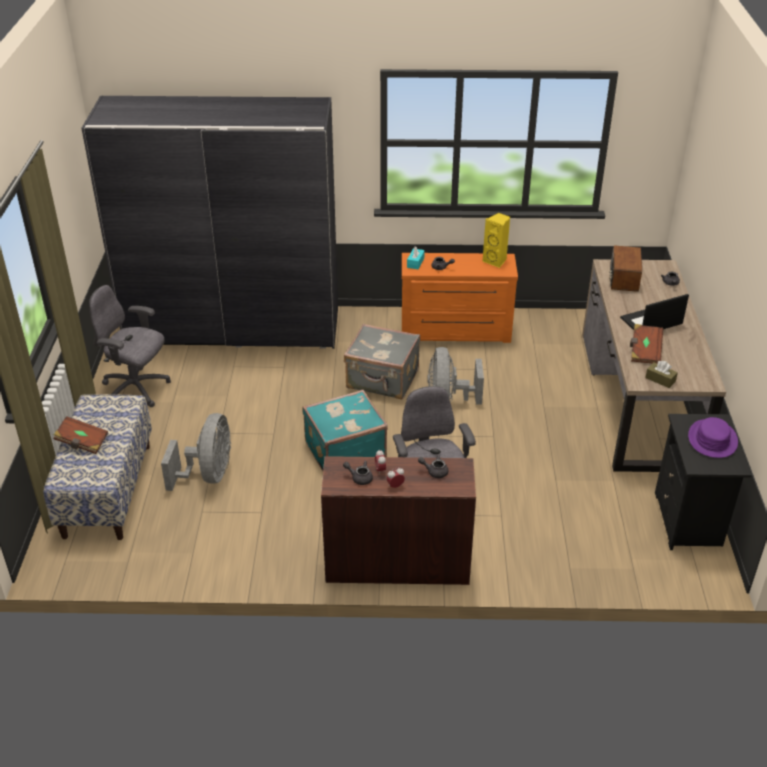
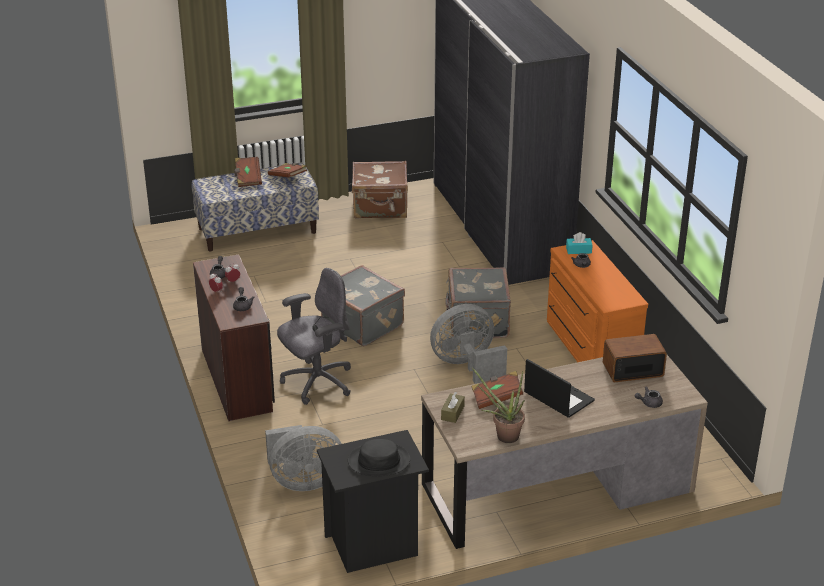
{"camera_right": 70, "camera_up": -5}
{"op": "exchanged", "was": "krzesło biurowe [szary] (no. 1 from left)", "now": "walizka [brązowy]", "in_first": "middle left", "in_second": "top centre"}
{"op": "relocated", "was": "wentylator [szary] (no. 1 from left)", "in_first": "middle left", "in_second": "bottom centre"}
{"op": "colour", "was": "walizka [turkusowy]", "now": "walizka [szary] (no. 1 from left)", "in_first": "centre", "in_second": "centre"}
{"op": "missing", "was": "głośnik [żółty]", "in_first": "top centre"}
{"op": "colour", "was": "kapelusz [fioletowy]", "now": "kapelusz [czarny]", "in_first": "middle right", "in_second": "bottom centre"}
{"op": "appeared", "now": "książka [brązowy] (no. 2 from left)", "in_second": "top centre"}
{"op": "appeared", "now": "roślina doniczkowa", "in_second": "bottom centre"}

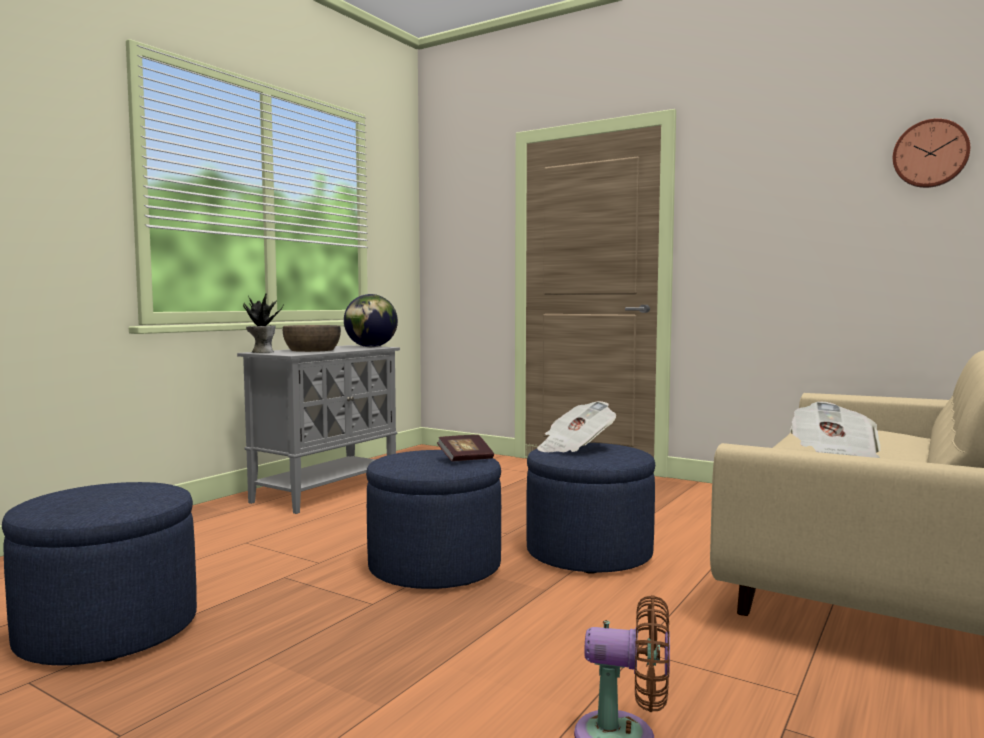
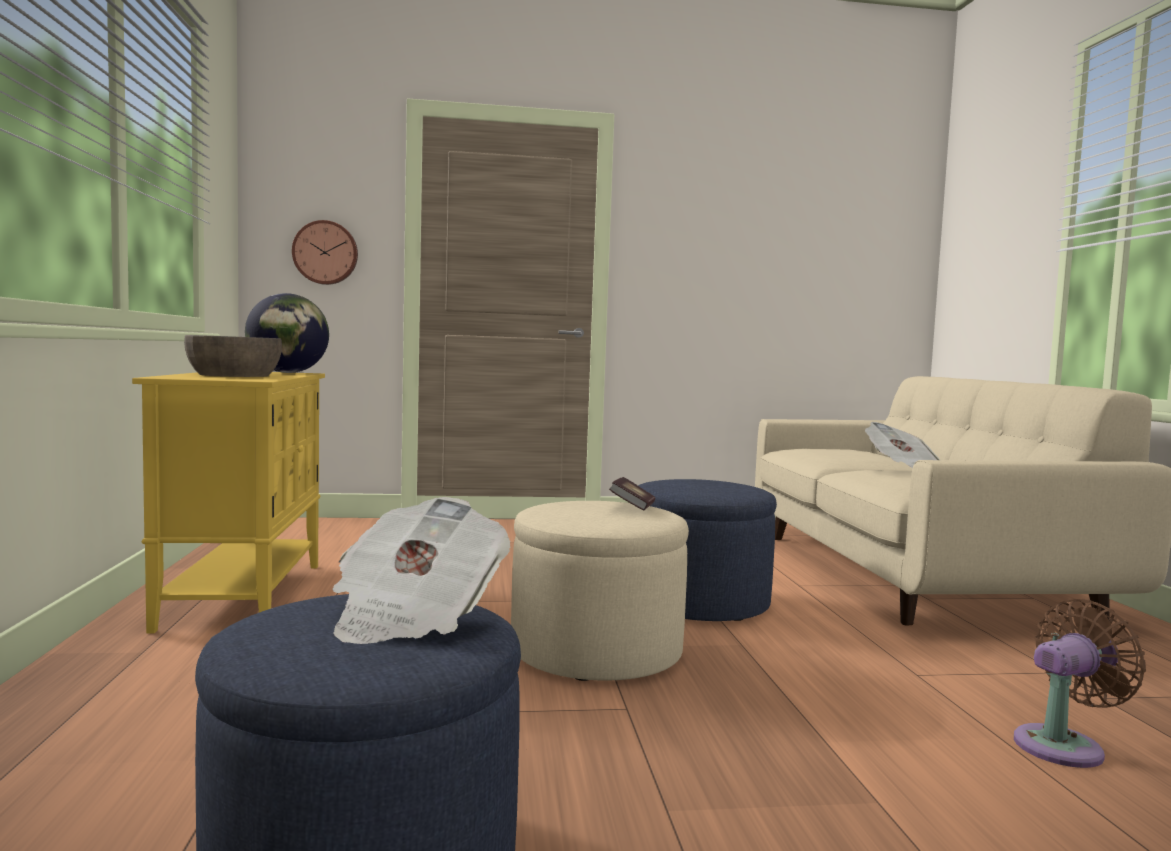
{"camera_right": -40, "camera_up": 0}
{"op": "colour", "was": "szafka [szary]", "now": "szafka [żółty]", "in_first": "middle left", "in_second": "middle left"}
{"op": "missing", "was": "roślina doniczkowa", "in_first": "middle left"}
{"op": "colour", "was": "pufa [niebieski] (no. 2 from left)", "now": "pufa [beżowy]", "in_first": "bottom centre", "in_second": "bottom centre"}
{"op": "relocated", "was": "gazeta (no. 1 from left)", "in_first": "centre", "in_second": "bottom centre"}
{"op": "relocated", "was": "zegar ścienny", "in_first": "top right", "in_second": "top left"}

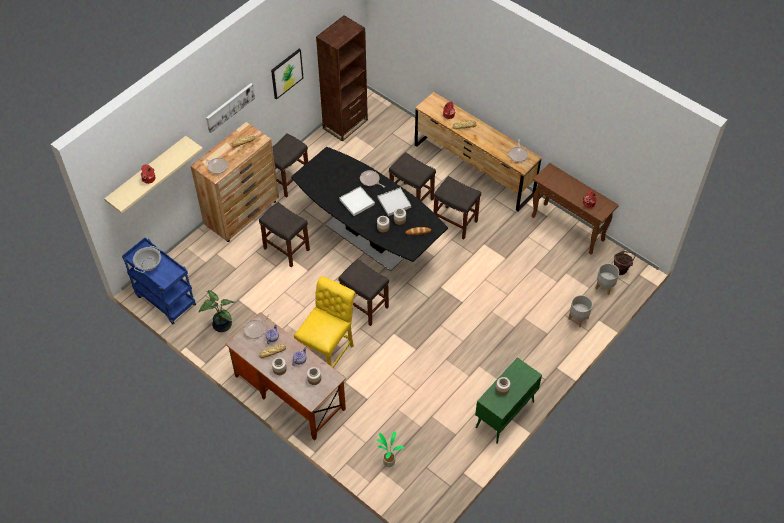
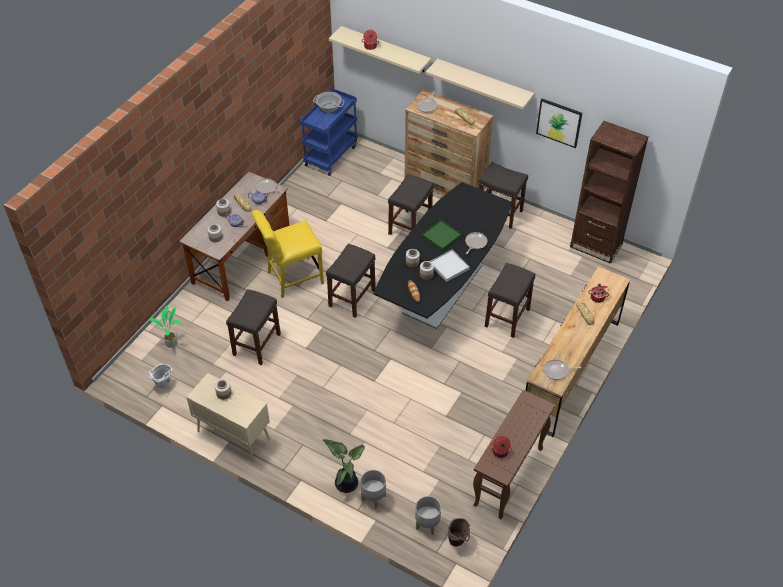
{"camera_right": 80, "camera_up": -5}
{"op": "relocated", "was": "roślina doniczkowa (no. 1 from left in the first image)", "now": "roślina doniczkowa (no. 2 from left)", "in_first": "middle left", "in_second": "bottom centre"}
{"op": "exchanged", "was": "obraz (no. 1 from left)", "now": "półka [beżowy] (no. 2 from left)", "in_first": "top left", "in_second": "top centre"}
{"op": "spun", "was": "krzesło [żółty]", "in_first": "centre", "in_second": "centre", "clockwise": 135}
{"op": "colour", "was": "taca [biały] (no. 1 from left)", "now": "taca [zielony]", "in_first": "centre", "in_second": "centre"}
{"op": "relocated", "was": "stołek [szary] (no. 5 from left in the first image)", "now": "stołek [szary] (no. 1 from left)", "in_first": "centre", "in_second": "middle left"}
{"op": "colour", "was": "szafka [zielony]", "now": "szafka [beżowy]", "in_first": "bottom centre", "in_second": "bottom left"}
{"op": "appeared", "now": "wiadro [biały]", "in_second": "middle left"}

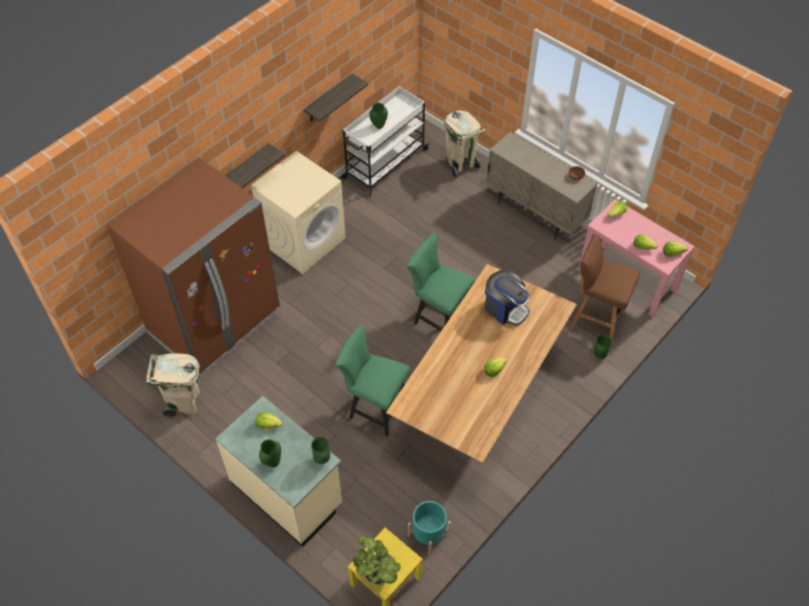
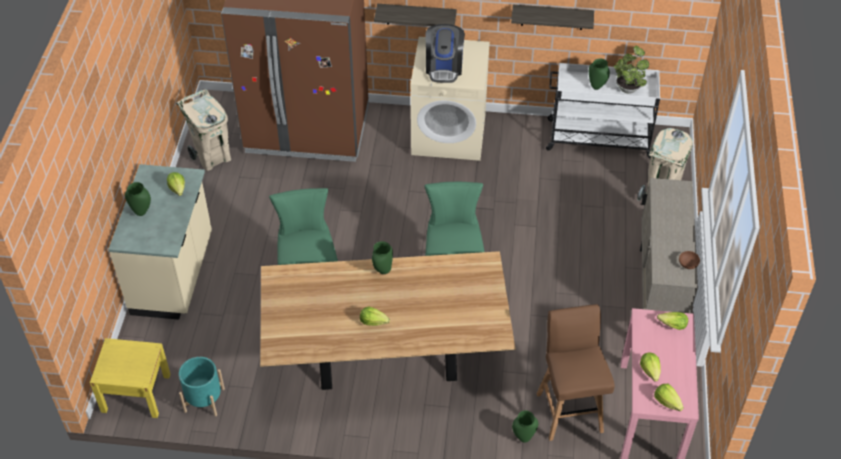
{"camera_right": 55, "camera_up": -5}
{"op": "relocated", "was": "wazon [zielony] (no. 2 from left)", "in_first": "bottom centre", "in_second": "centre"}
{"op": "relocated", "was": "roślina doniczkowa", "in_first": "bottom centre", "in_second": "top right"}
{"op": "relocated", "was": "ekspres do kawy", "in_first": "centre", "in_second": "top centre"}

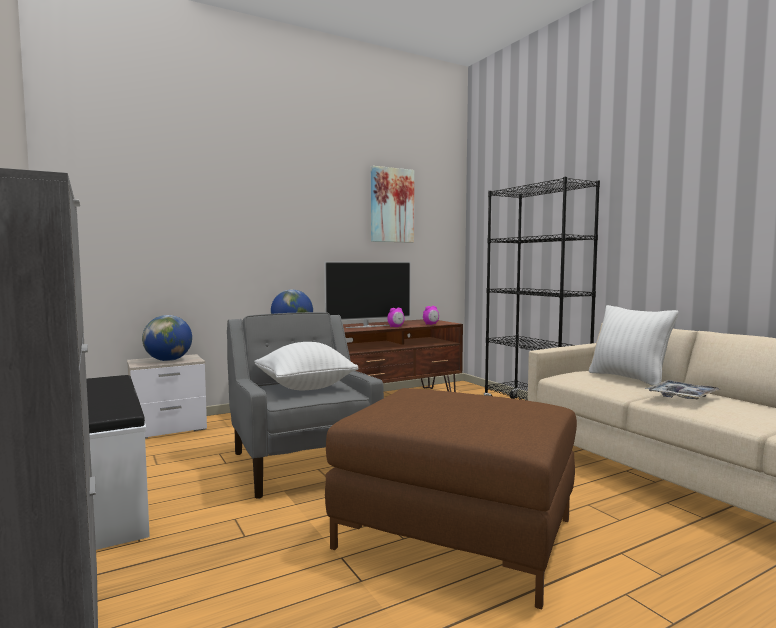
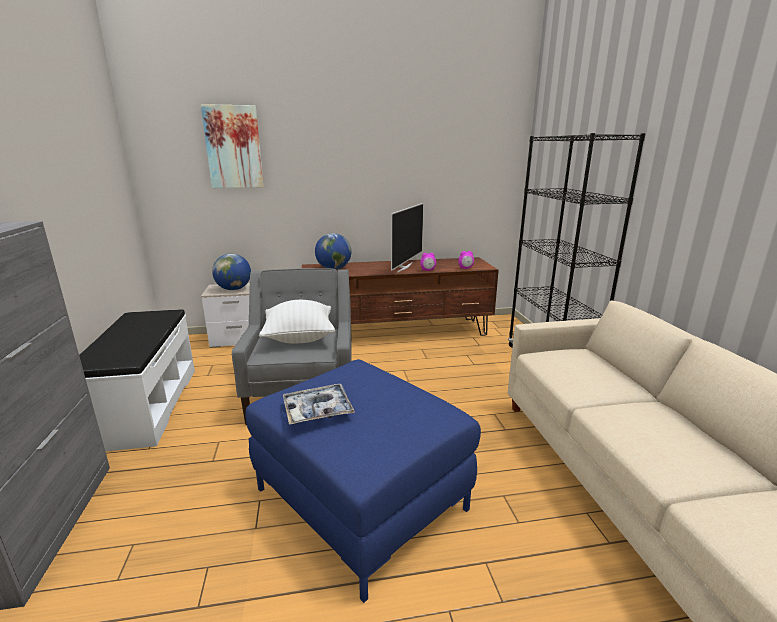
{"camera_right": 20, "camera_up": 15}
{"op": "spun", "was": "telewizor", "in_first": "centre", "in_second": "centre", "clockwise": -60}
{"op": "colour", "was": "pufa [brązowy]", "now": "pufa [niebieski]", "in_first": "bottom centre", "in_second": "bottom centre"}
{"op": "relocated", "was": "obraz", "in_first": "top centre", "in_second": "top left"}
{"op": "missing", "was": "poduszka [biały] (no. 2 from left)", "in_first": "middle right"}
{"op": "relocated", "was": "taca", "in_first": "middle right", "in_second": "centre"}

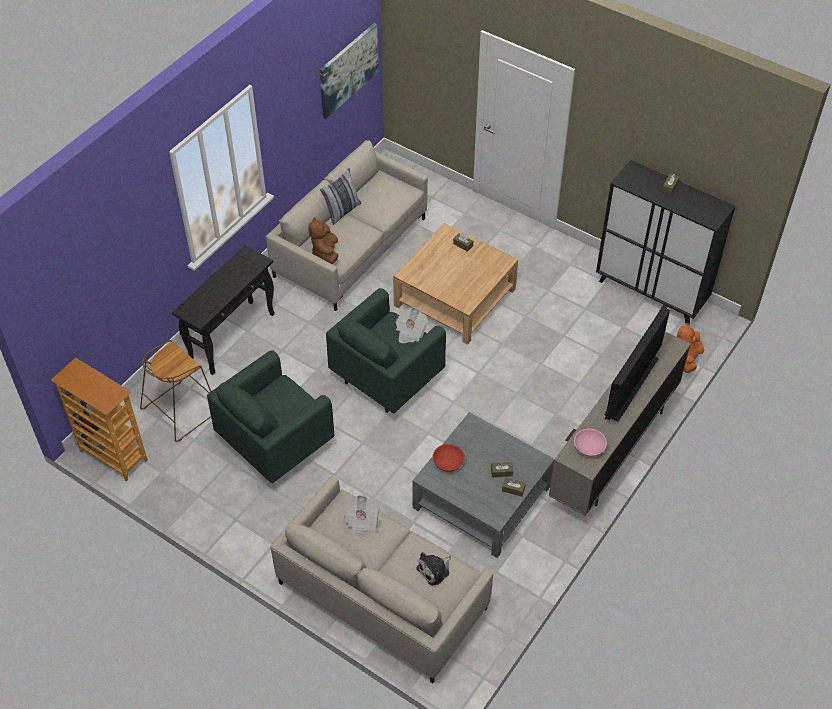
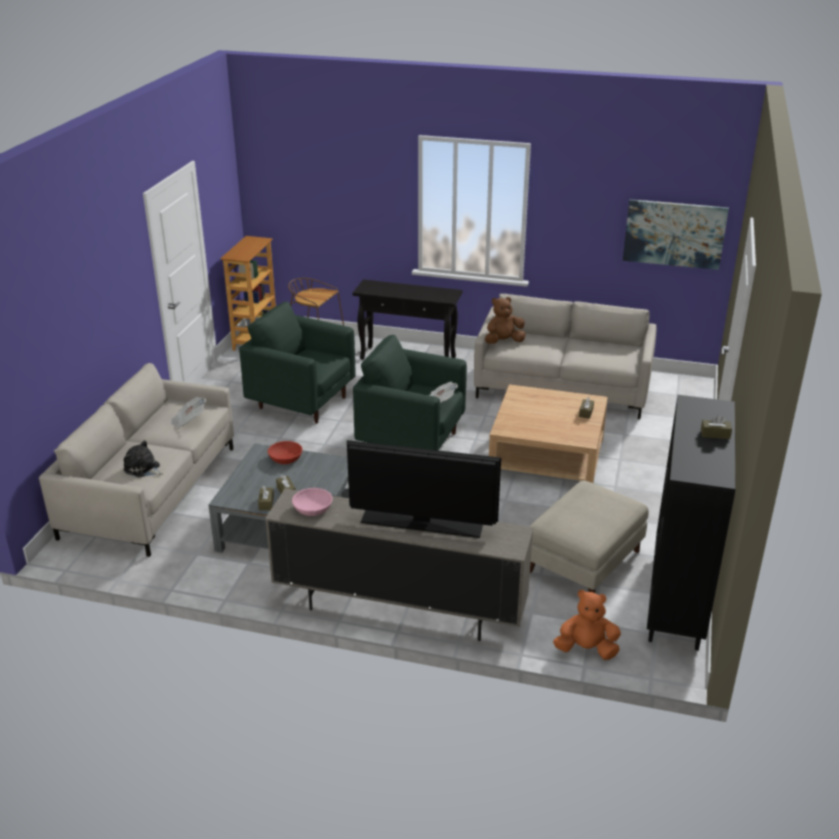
{"camera_right": 70, "camera_up": -20}
{"op": "missing", "was": "poduszka", "in_first": "top centre"}
{"op": "appeared", "now": "pufa [beżowy]", "in_second": "middle right"}

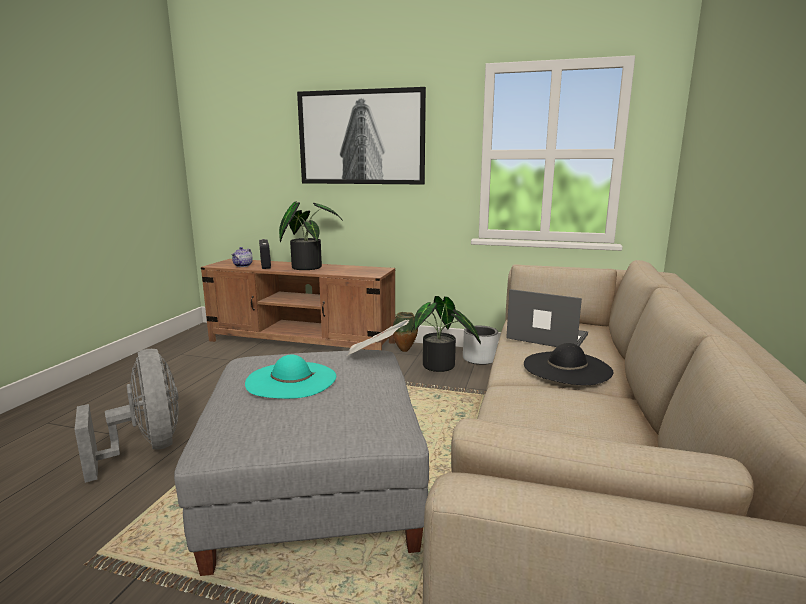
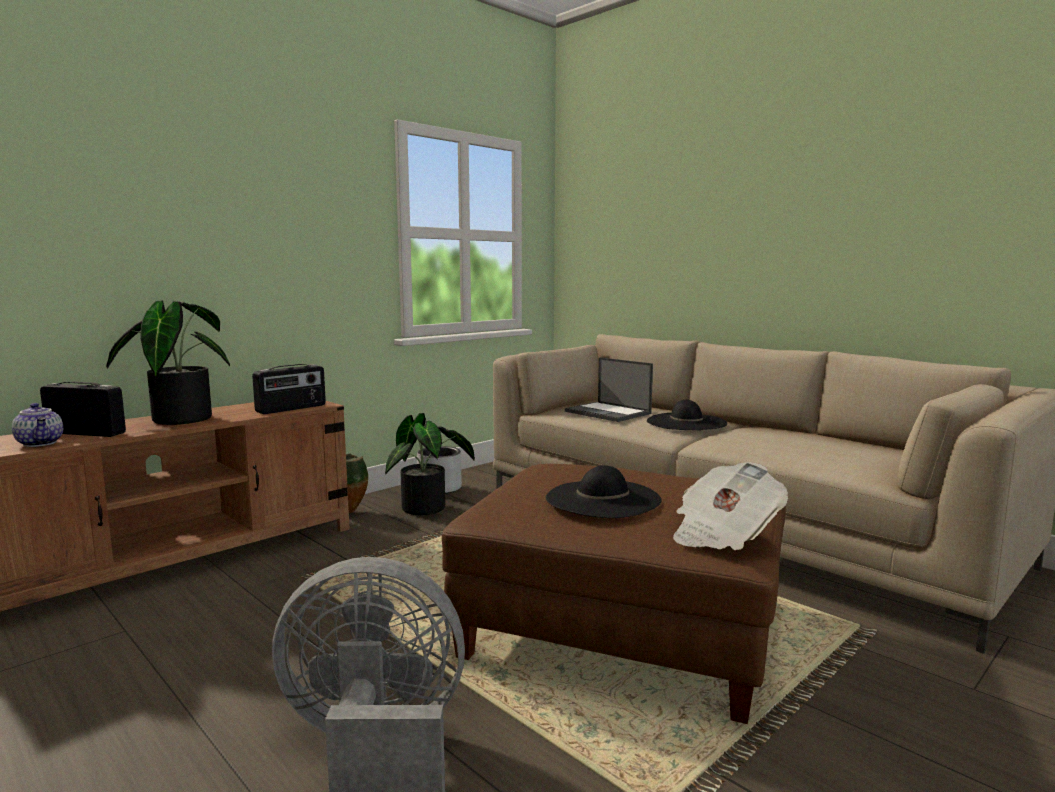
{"camera_right": -60, "camera_up": -5}
{"op": "colour", "was": "pufa [szary]", "now": "pufa [brązowy]", "in_first": "bottom centre", "in_second": "bottom centre"}
{"op": "colour", "was": "kapelusz [turkusowy]", "now": "kapelusz [czarny] (no. 1 from left)", "in_first": "centre", "in_second": "centre"}
{"op": "missing", "was": "obraz", "in_first": "top centre"}
{"op": "relocated", "was": "gazeta", "in_first": "centre", "in_second": "middle right"}
{"op": "spun", "was": "laptop", "in_first": "middle right", "in_second": "centre", "clockwise": -105}
{"op": "appeared", "now": "radio (no. 2 from left)", "in_second": "middle left"}

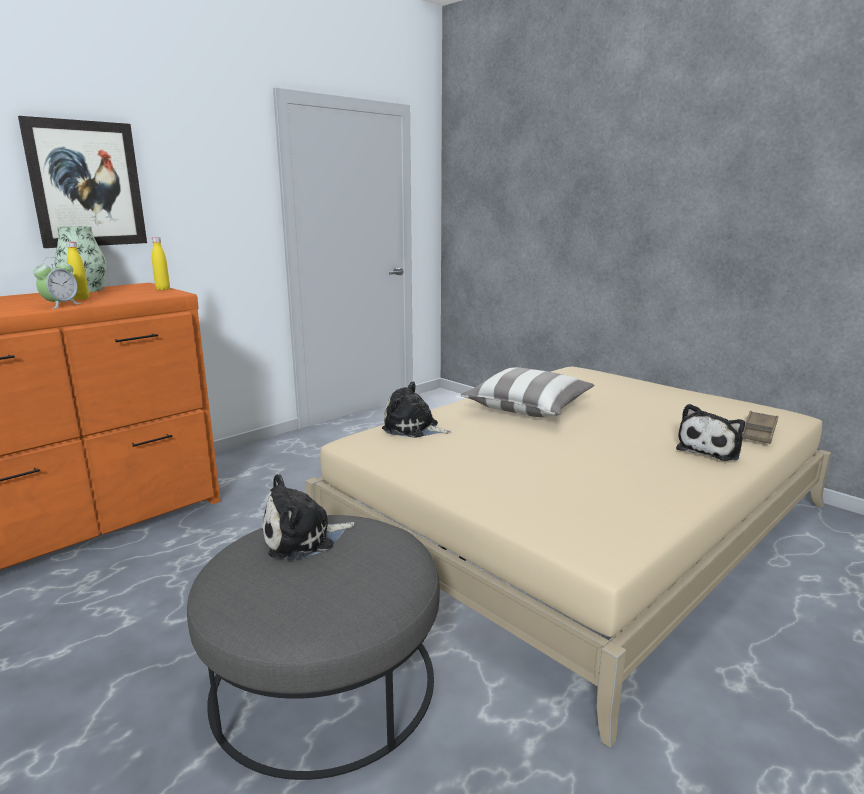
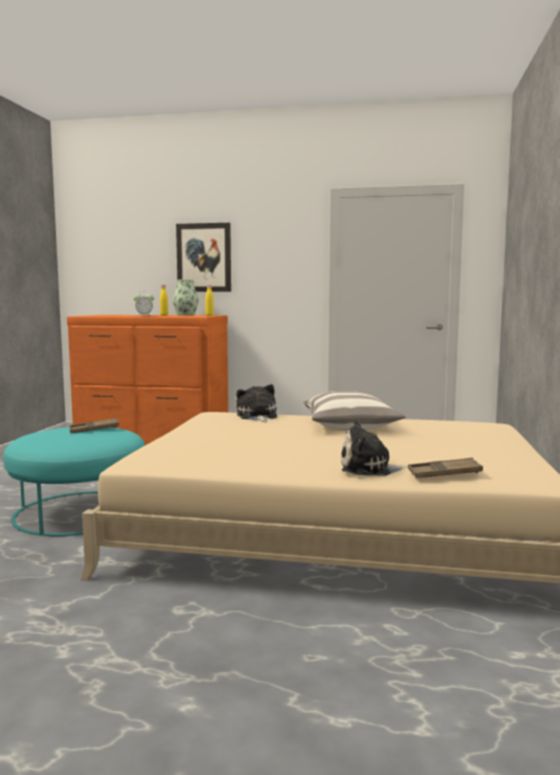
{"camera_right": 55, "camera_up": -10}
{"op": "colour", "was": "pufa [szary]", "now": "pufa [turkusowy]", "in_first": "bottom centre", "in_second": "middle left"}
{"op": "exchanged", "was": "pluszak (no. 1 from left)", "now": "taca [brązowy] (no. 1 from left)", "in_first": "centre", "in_second": "middle left"}

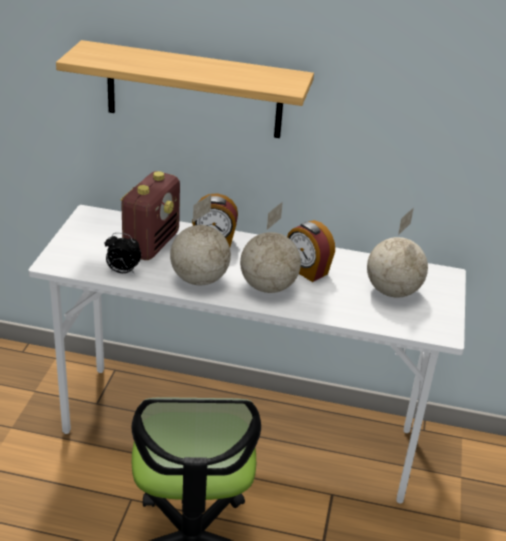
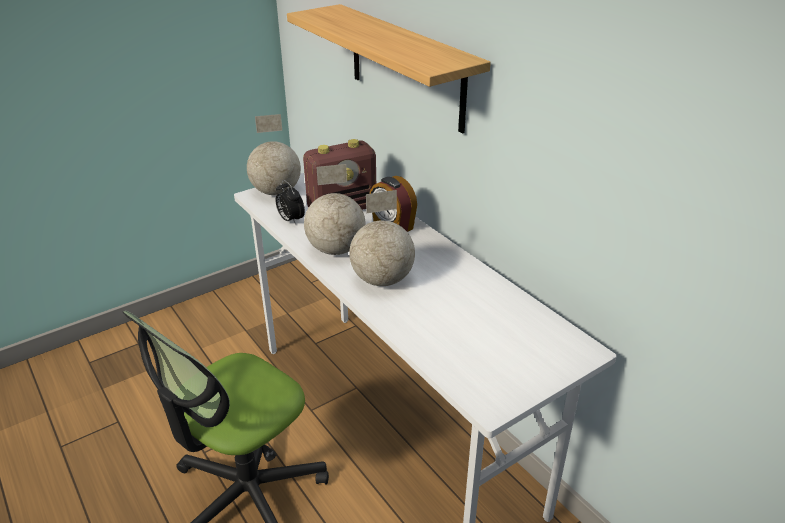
{"camera_right": 45, "camera_up": 0}
{"op": "missing", "was": "budzik (no. 3 from left)", "in_first": "centre"}
{"op": "relocated", "was": "globus (no. 3 from left in the first image)", "now": "globus (no. 1 from left)", "in_first": "middle right", "in_second": "top centre"}

